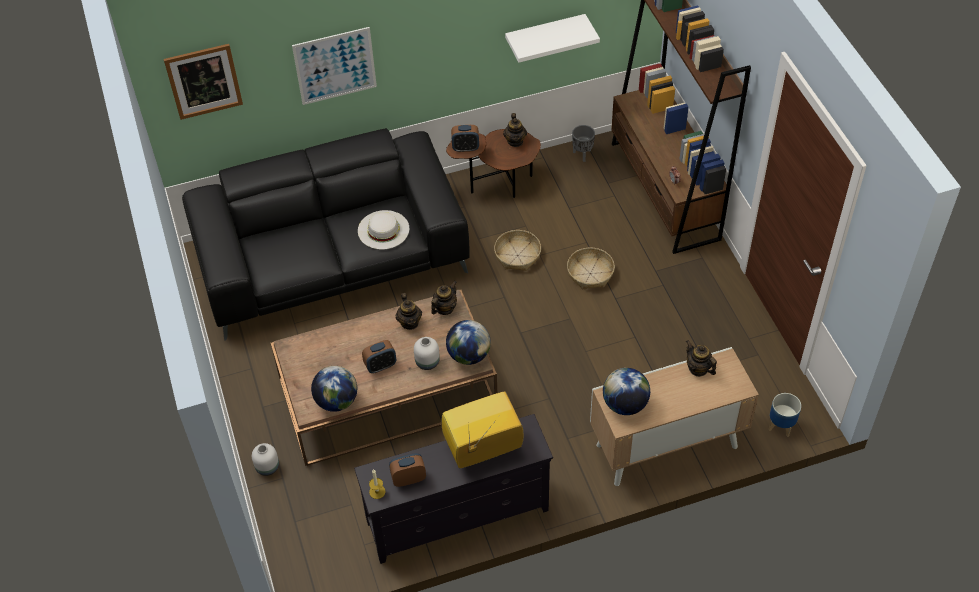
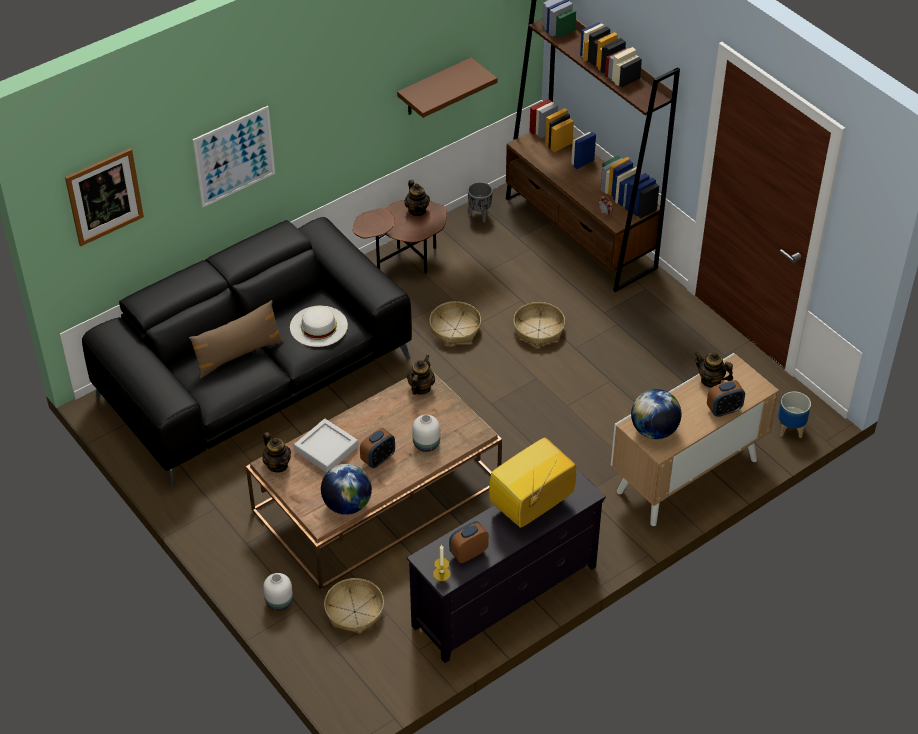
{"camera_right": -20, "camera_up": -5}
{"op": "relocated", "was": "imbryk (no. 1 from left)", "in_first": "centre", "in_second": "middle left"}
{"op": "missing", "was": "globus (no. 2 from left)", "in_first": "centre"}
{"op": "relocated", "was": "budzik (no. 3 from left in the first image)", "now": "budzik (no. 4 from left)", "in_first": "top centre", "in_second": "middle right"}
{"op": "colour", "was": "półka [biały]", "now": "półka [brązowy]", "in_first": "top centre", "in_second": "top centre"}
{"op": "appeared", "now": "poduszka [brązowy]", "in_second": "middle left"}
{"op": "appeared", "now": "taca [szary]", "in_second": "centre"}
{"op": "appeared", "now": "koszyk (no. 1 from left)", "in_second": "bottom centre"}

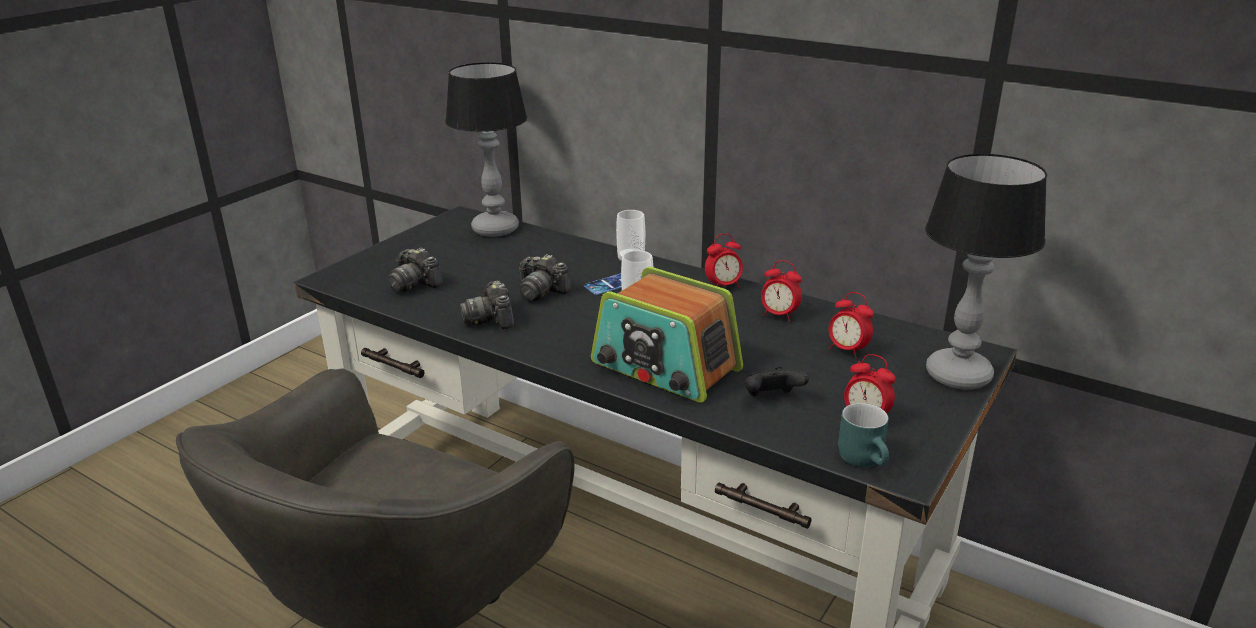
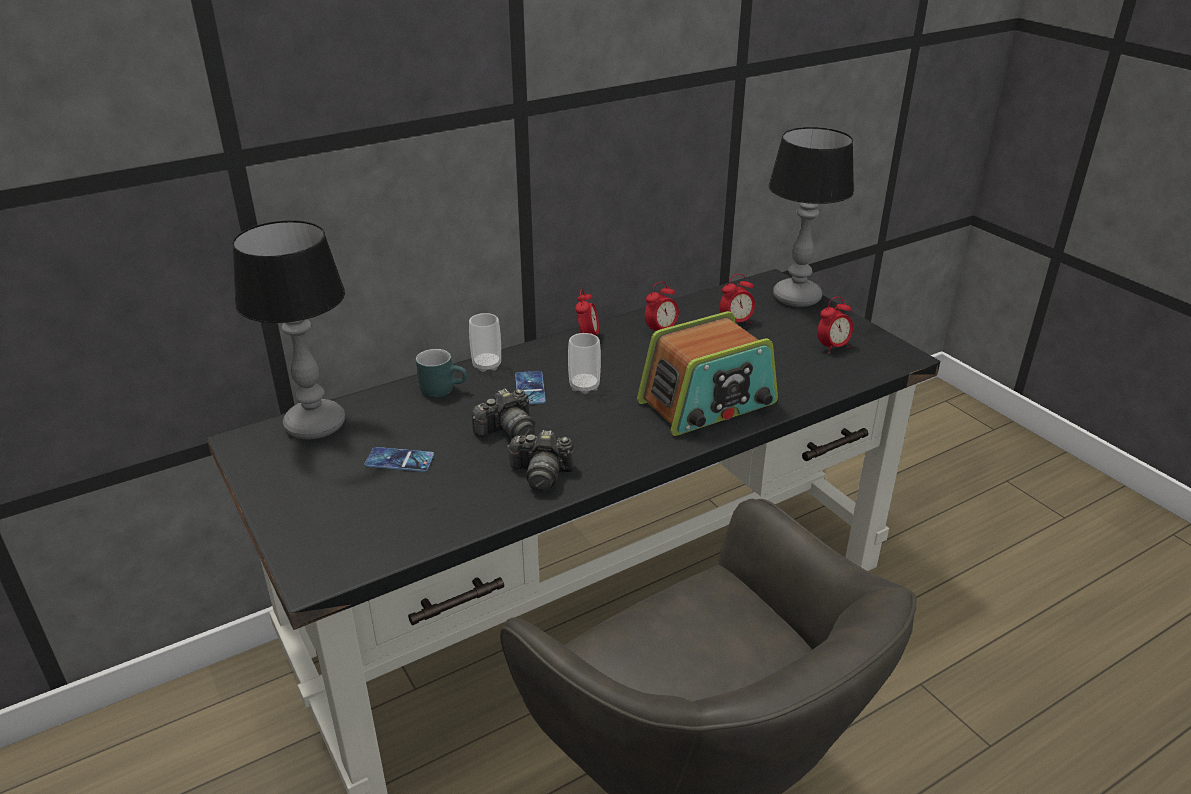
{"camera_right": -65, "camera_up": 5}
{"op": "missing", "was": "aparat fotograficzny (no. 1 from left)", "in_first": "middle left"}
{"op": "missing", "was": "pad do gier [czarny]", "in_first": "centre"}
{"op": "relocated", "was": "kubek [turkusowy]", "in_first": "bottom right", "in_second": "centre"}
{"op": "appeared", "now": "telefon (no. 1 from left)", "in_second": "centre"}

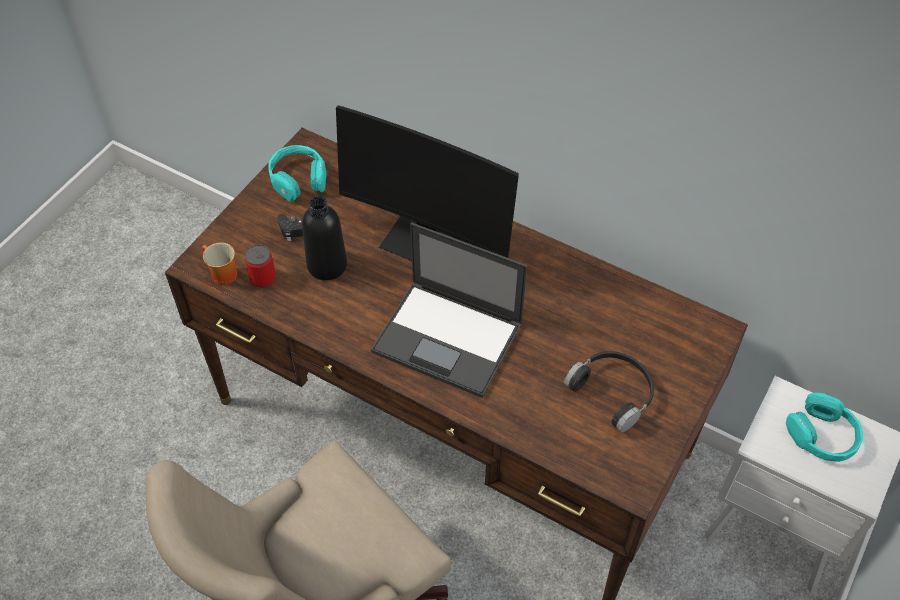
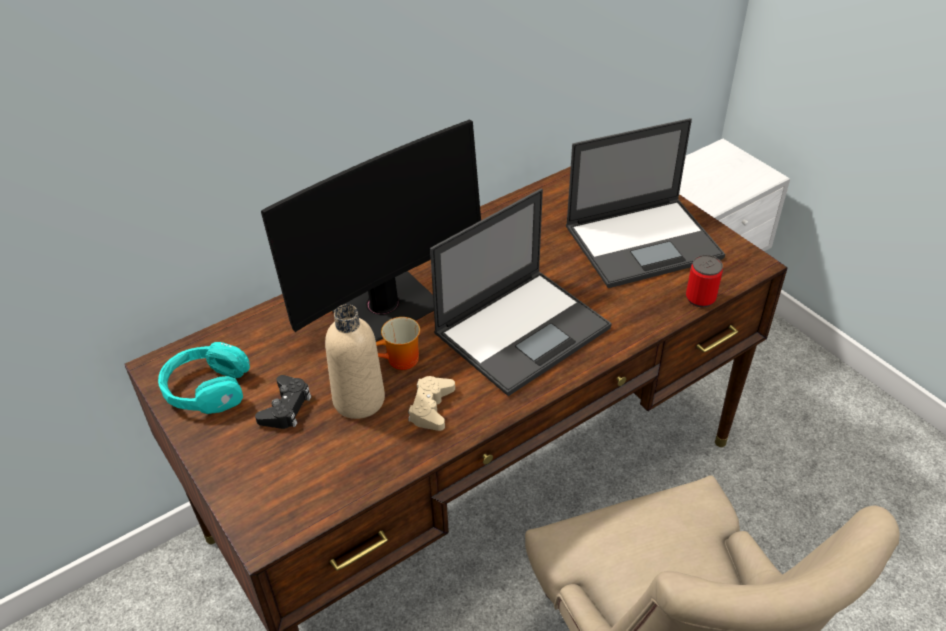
{"camera_right": -65, "camera_up": -10}
{"op": "relocated", "was": "kubek", "in_first": "middle left", "in_second": "centre"}
{"op": "relocated", "was": "puszka", "in_first": "middle left", "in_second": "middle right"}
{"op": "colour", "was": "butelka [czarny]", "now": "butelka [beżowy]", "in_first": "centre", "in_second": "centre"}
{"op": "exchanged", "was": "słuchawki [czarny]", "now": "laptop (no. 2 from left)", "in_first": "middle right", "in_second": "top right"}
{"op": "missing", "was": "słuchawki [turkusowy] (no. 2 from left)", "in_first": "bottom right"}
{"op": "appeared", "now": "pad do gier [beżowy]", "in_second": "centre"}

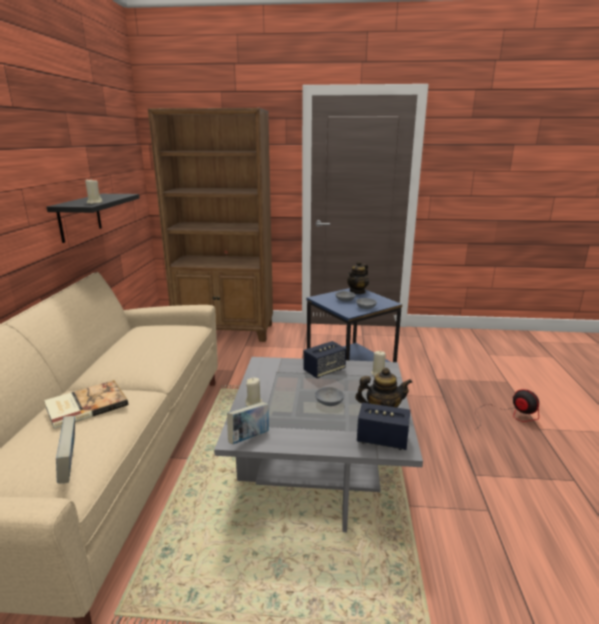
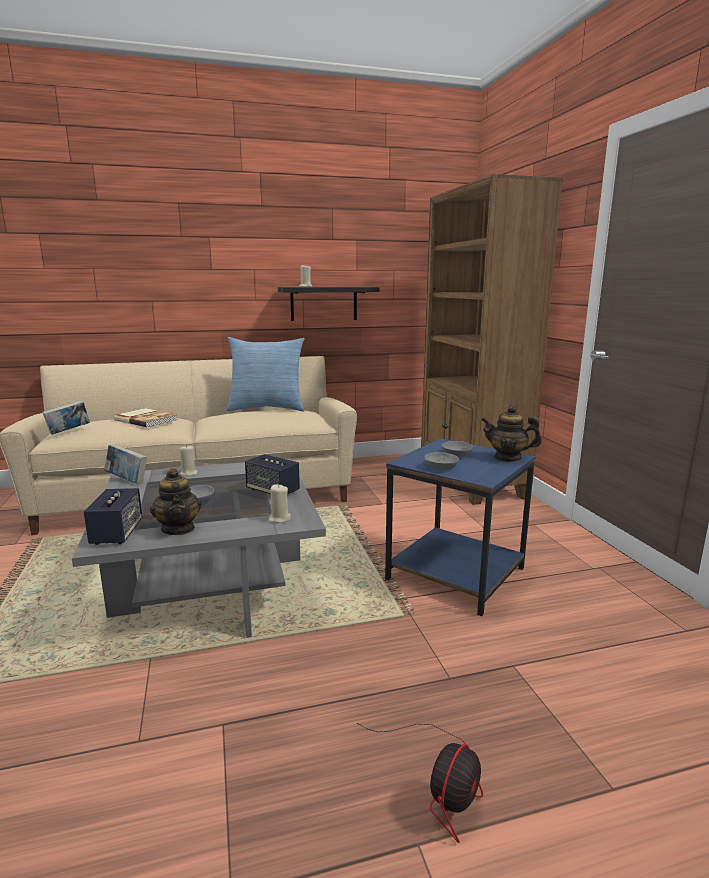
{"camera_right": 70, "camera_up": -5}
{"op": "appeared", "now": "poduszka", "in_second": "centre"}

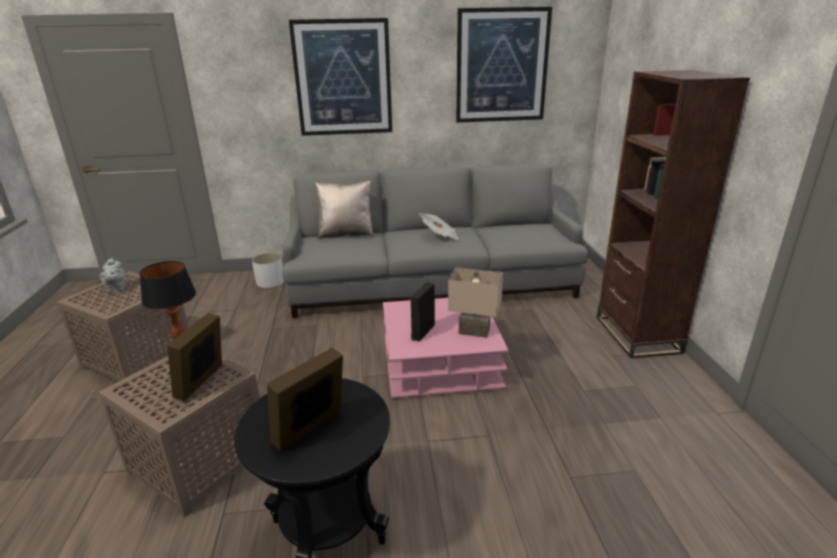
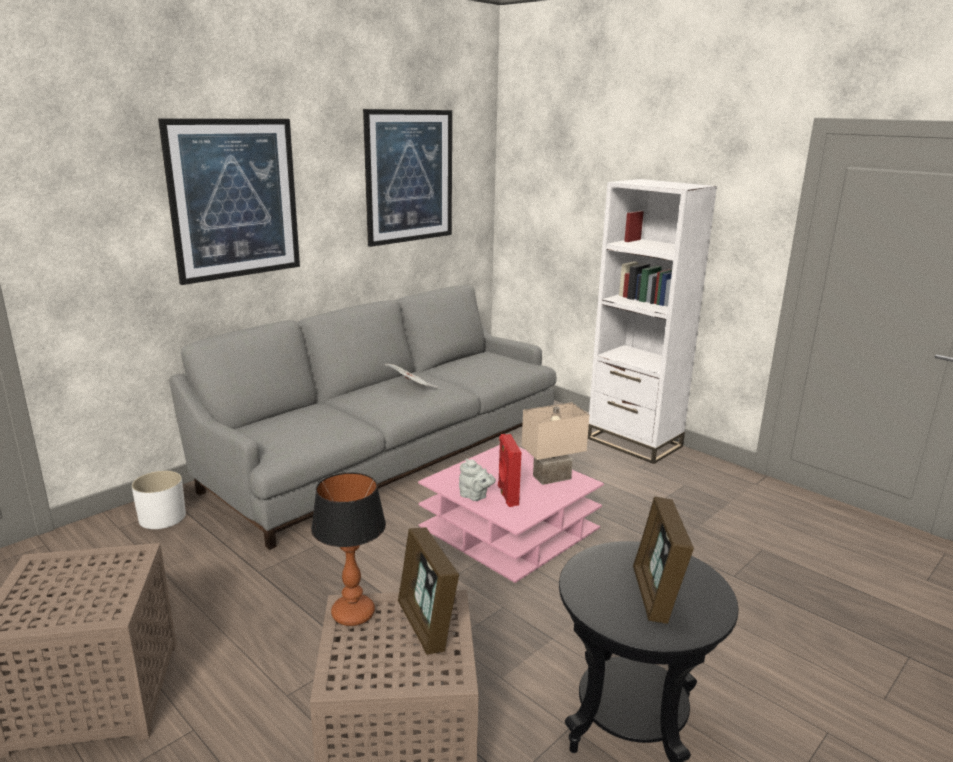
{"camera_right": -40, "camera_up": -5}
{"op": "relocated", "was": "imbryk [szary]", "in_first": "middle left", "in_second": "centre"}
{"op": "missing", "was": "poduszka [beżowy]", "in_first": "centre"}
{"op": "colour", "was": "głośnik [czarny]", "now": "głośnik [czerwony]", "in_first": "centre", "in_second": "centre"}
{"op": "colour", "was": "regał [brązowy]", "now": "regał [biały]", "in_first": "middle right", "in_second": "middle right"}

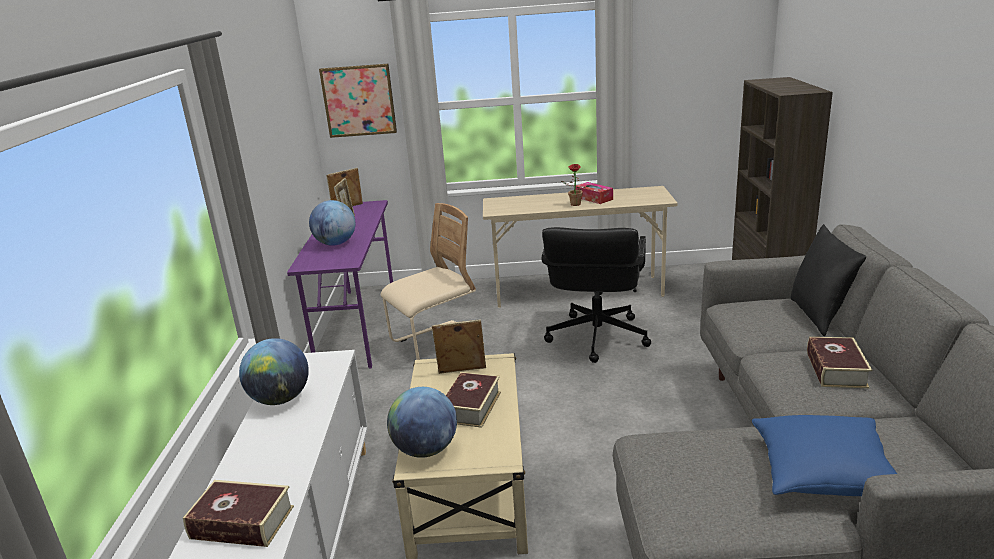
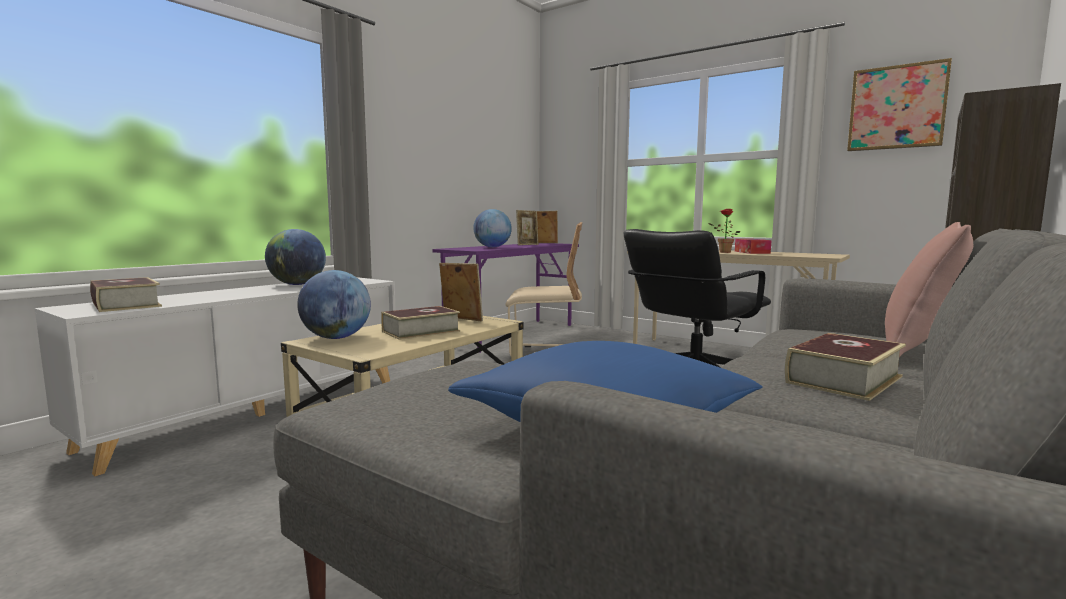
{"camera_right": 35, "camera_up": -15}
{"op": "relocated", "was": "obraz", "in_first": "top centre", "in_second": "top right"}
{"op": "colour", "was": "poduszka [czarny]", "now": "poduszka [różowy]", "in_first": "middle right", "in_second": "middle right"}

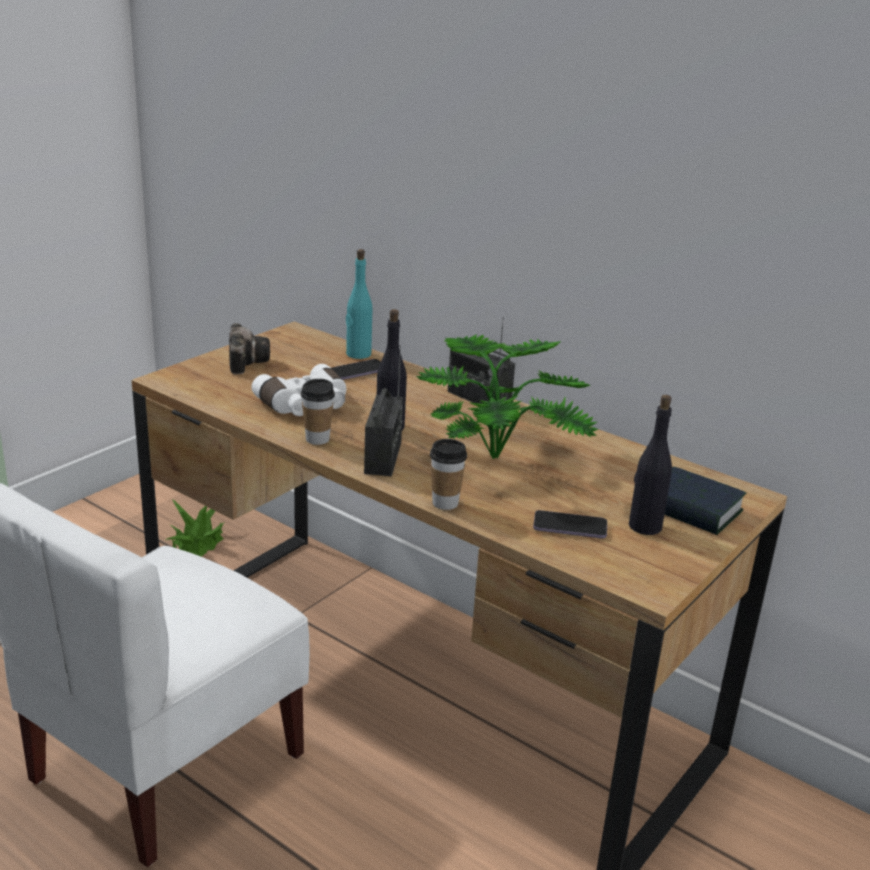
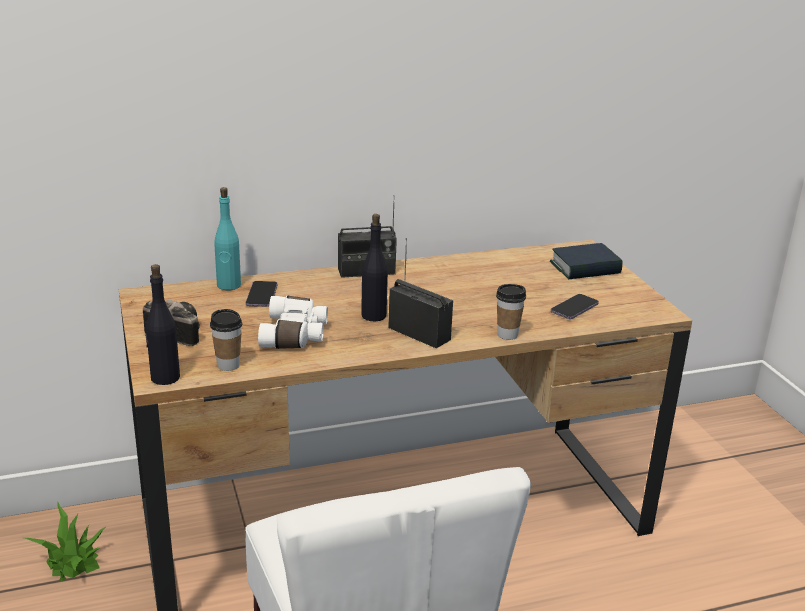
{"camera_right": -55, "camera_up": 0}
{"op": "relocated", "was": "filiżanka (no. 1 from left)", "in_first": "centre", "in_second": "middle left"}
{"op": "missing", "was": "roślina doniczkowa (no. 2 from left)", "in_first": "centre"}
{"op": "relocated", "was": "butelka [czarny] (no. 2 from left in the first image)", "now": "butelka [czarny] (no. 1 from left)", "in_first": "middle right", "in_second": "middle left"}

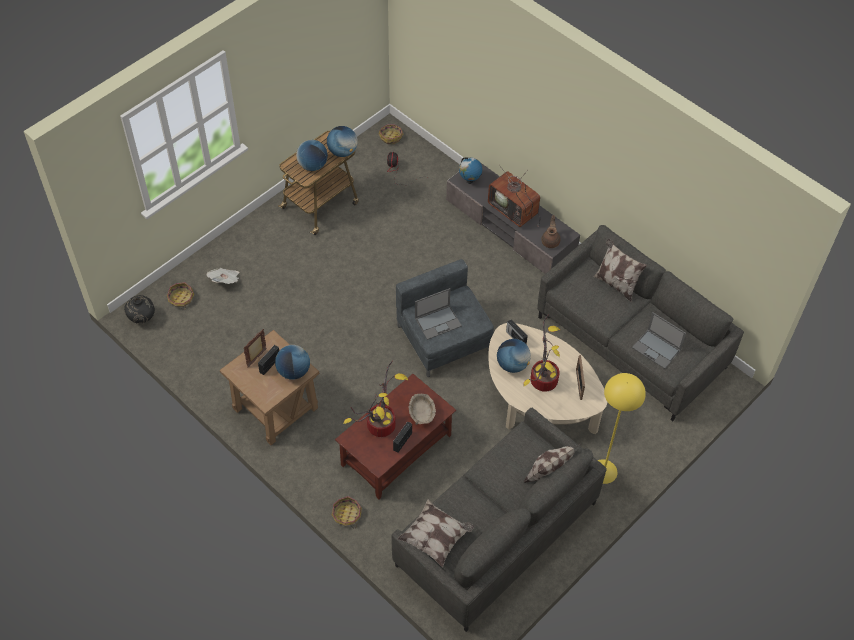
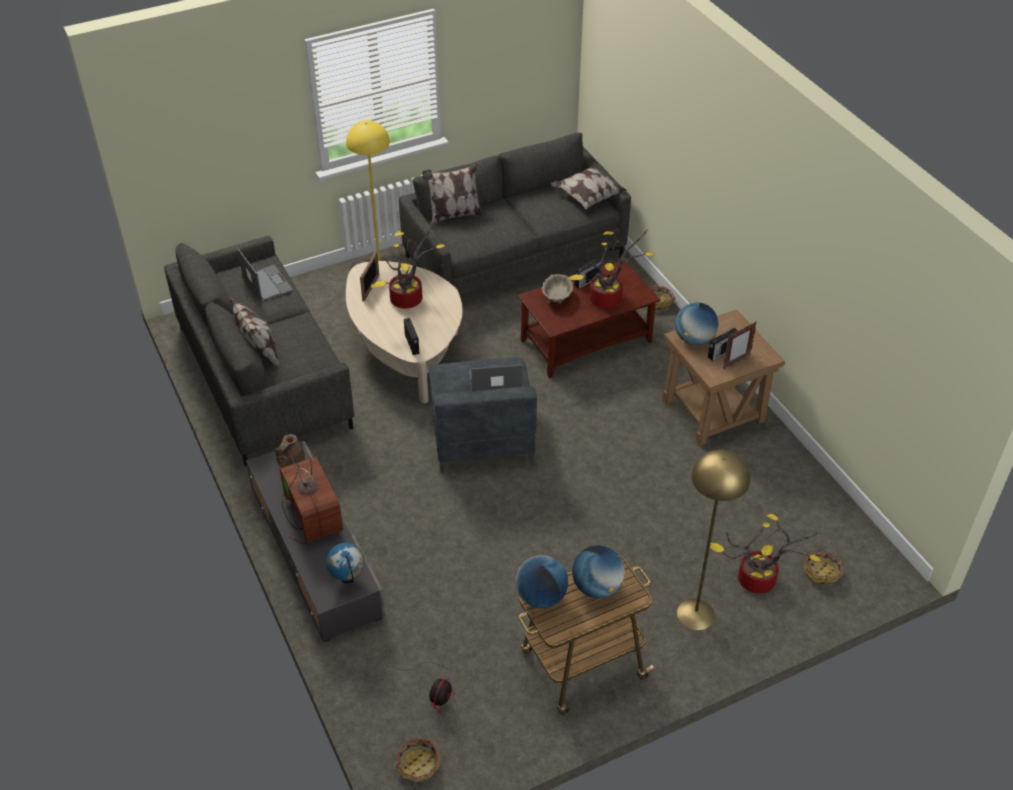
{"camera_right": -160, "camera_up": -10}
{"op": "missing", "was": "wazon [czarny]", "in_first": "middle left"}
{"op": "exchanged", "was": "gazeta", "now": "roślina doniczkowa (no. 3 from left)", "in_first": "middle left", "in_second": "bottom right"}
{"op": "missing", "was": "globus (no. 5 from left)", "in_first": "centre"}
{"op": "appeared", "now": "lampa stojąca [żółty] (no. 2 from left)", "in_second": "bottom right"}

